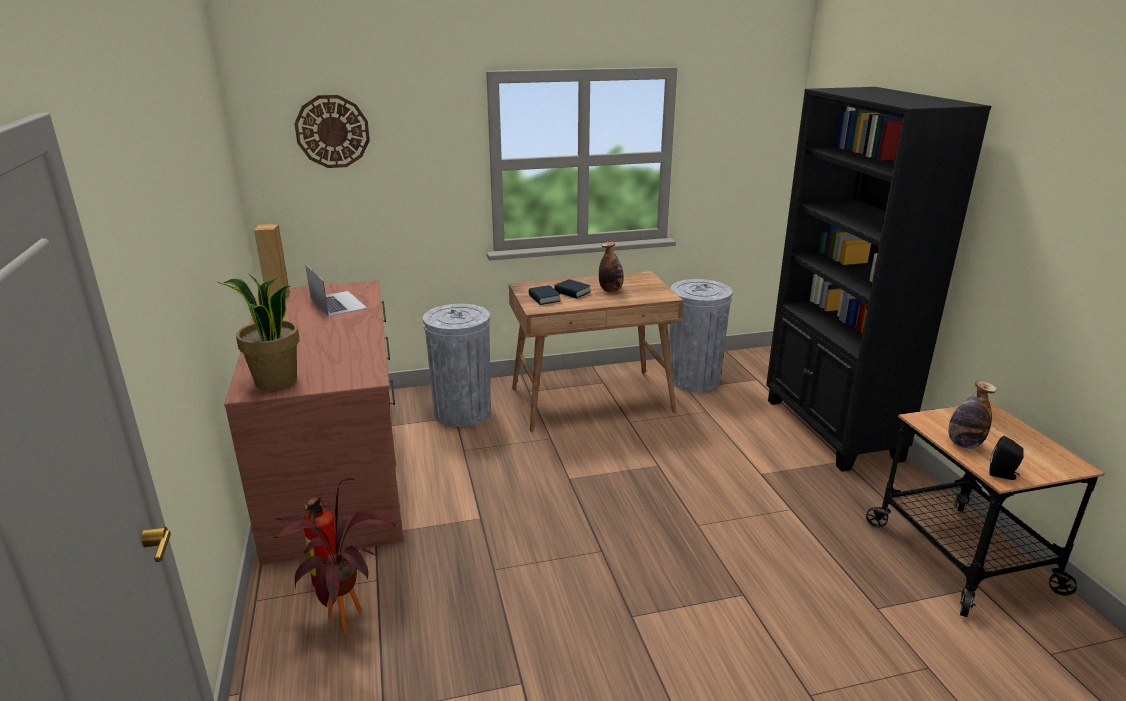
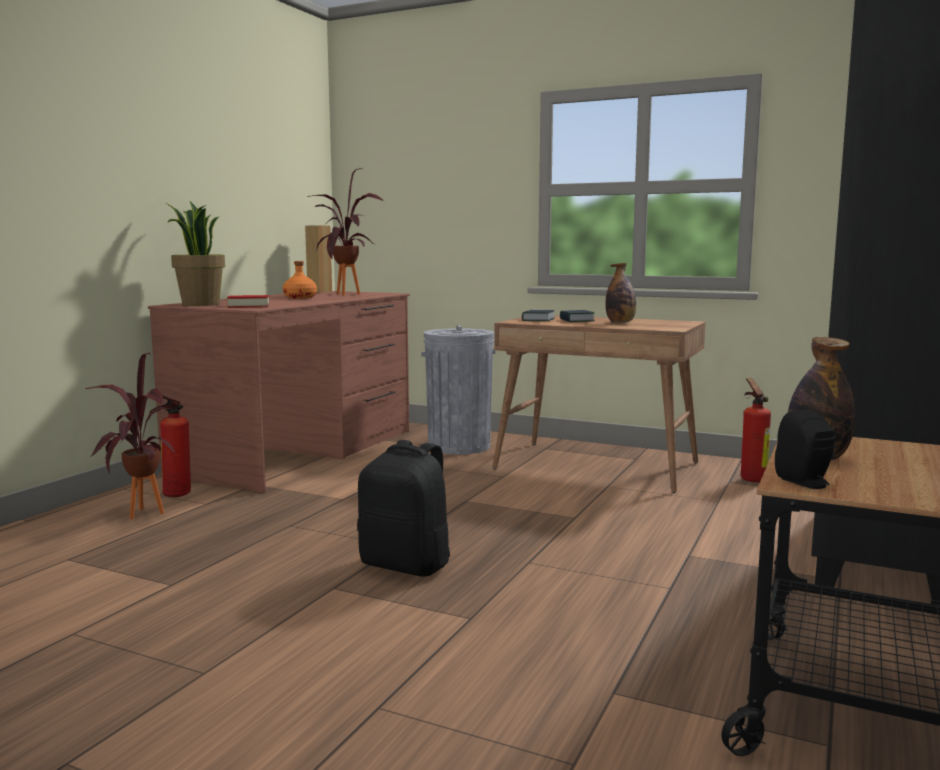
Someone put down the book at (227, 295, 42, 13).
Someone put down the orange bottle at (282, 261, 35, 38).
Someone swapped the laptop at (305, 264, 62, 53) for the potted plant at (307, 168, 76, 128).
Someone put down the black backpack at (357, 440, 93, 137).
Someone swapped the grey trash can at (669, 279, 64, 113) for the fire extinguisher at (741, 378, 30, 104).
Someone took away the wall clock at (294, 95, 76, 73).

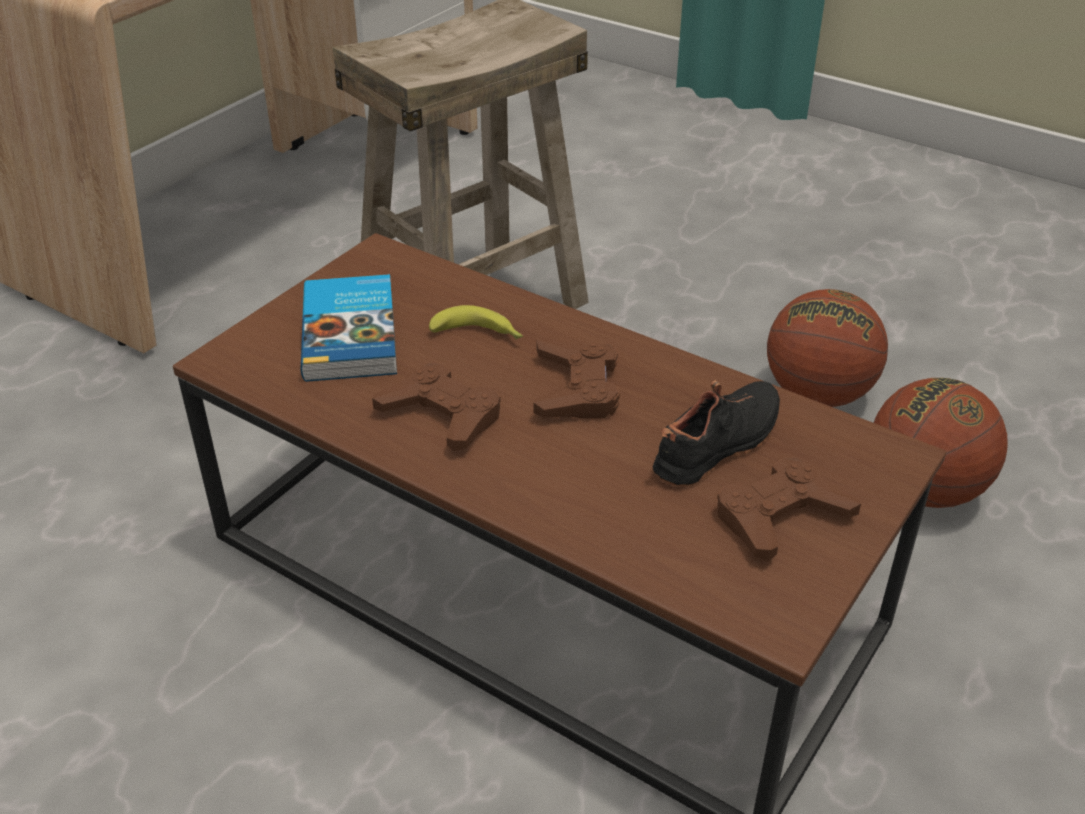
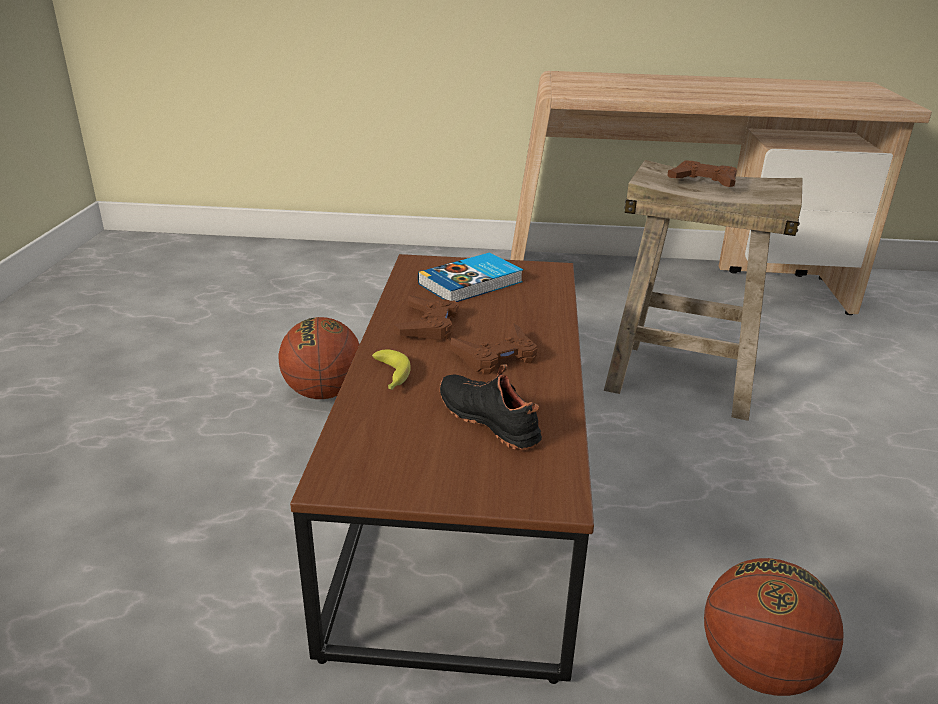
Someone carried the basketball from (767, 289, 121, 118) to (279, 317, 81, 82).
Someone carried the banana from (429, 305, 94, 34) to (372, 350, 39, 39).
Someone rotated the black shoe at (653, 380, 127, 106) by 150 degrees counterclockwise.
Someone carried the brown game controller from (717, 458, 144, 103) to (667, 161, 70, 26).

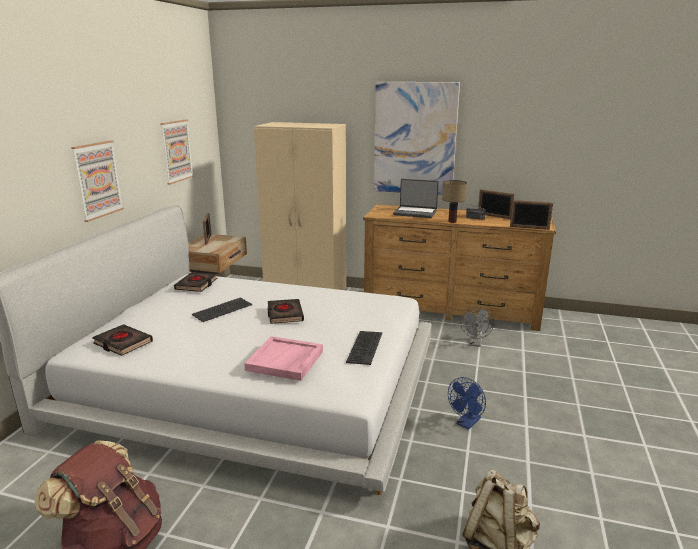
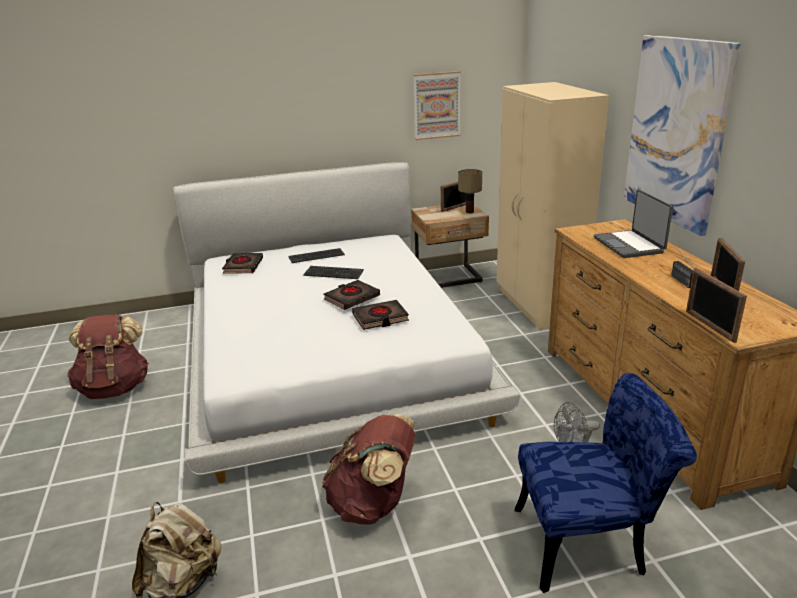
Someone carried the keyboard from (346, 331, 36, 34) to (289, 248, 56, 15).
Someone swapped the blue fan at (448, 377, 38, 53) for the brown backpack at (322, 414, 94, 110).
Someone carried the black book from (174, 272, 43, 20) to (352, 300, 57, 30).
Someone carried the table lamp from (442, 180, 25, 43) to (458, 169, 24, 44).
Someone put down the blue chair at (515, 373, 182, 220).
Someone took away the picture at (71, 140, 53, 82).
Someone took away the pink tray at (244, 336, 79, 45).

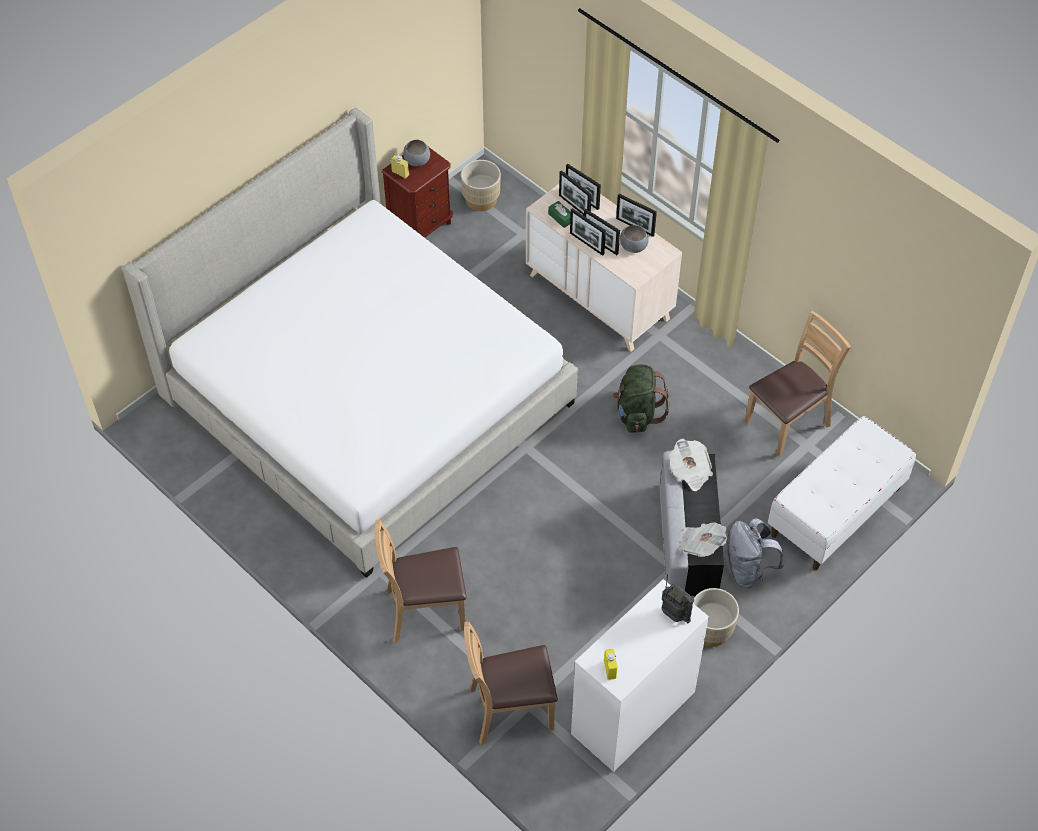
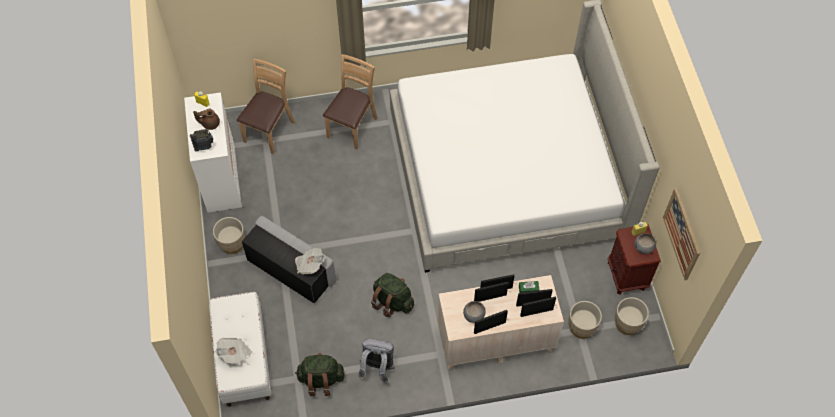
Someone put down the brown teapot at (193, 109, 27, 21).
Someone carried the newspaper from (680, 522, 47, 35) to (215, 338, 37, 26).
Someone swapped the brown chair at (744, 311, 107, 146) for the green backpack at (295, 353, 50, 43).
Someone carried the grey backpack from (724, 518, 59, 70) to (358, 338, 36, 45).
Someone put down the beige planter at (568, 301, 34, 38).
Someone put up the picture at (663, 188, 37, 92).

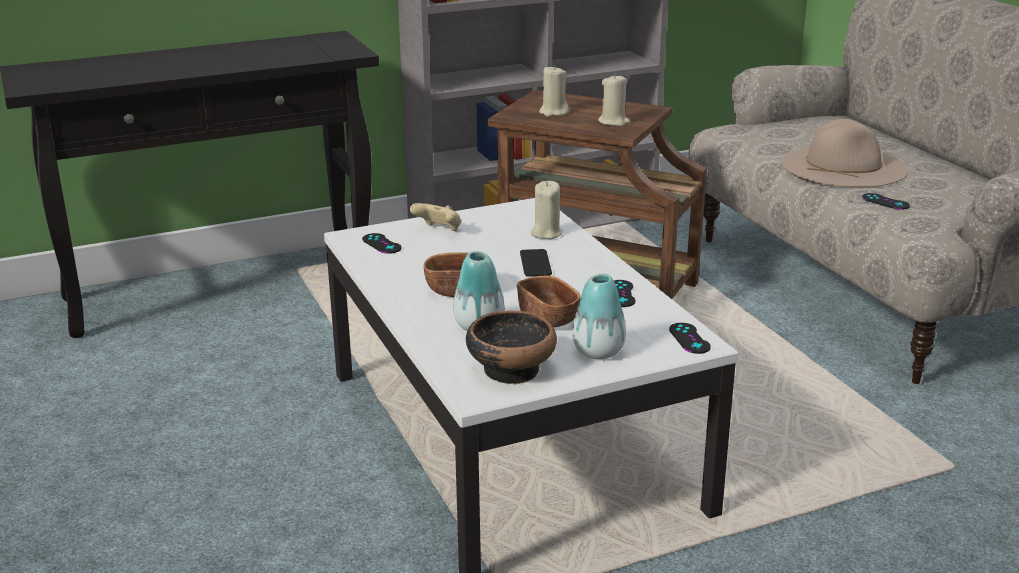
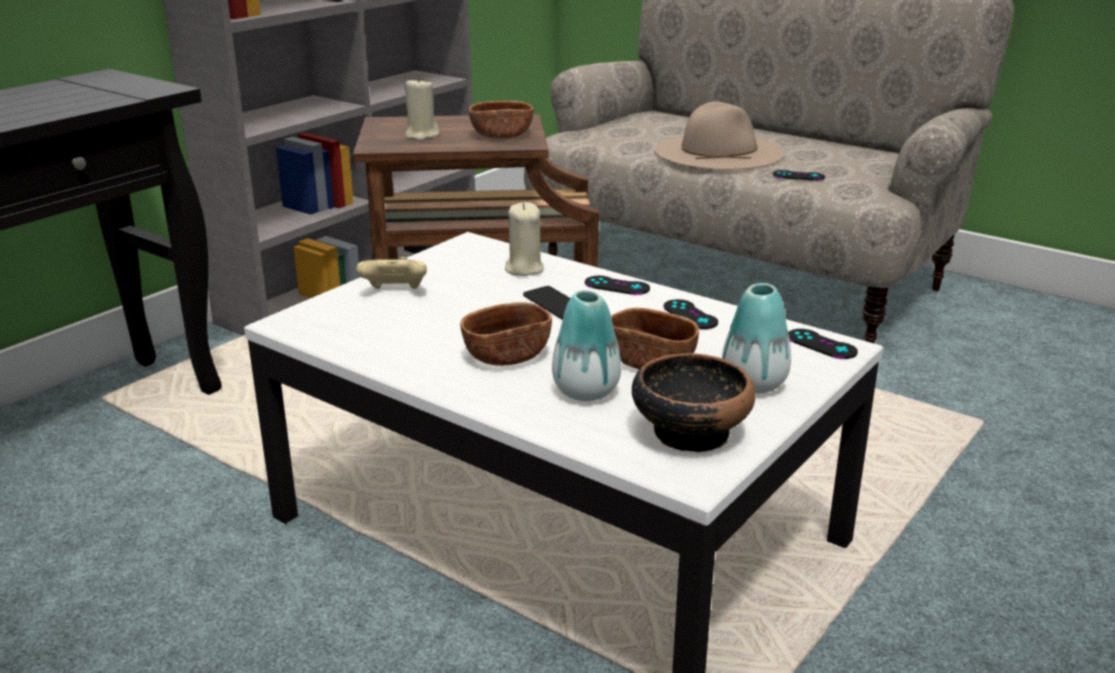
Someone swapped the beige candle at (598, 74, 32, 52) for the brown bowl at (469, 101, 65, 38).
Someone carried the black game controller from (362, 233, 40, 21) to (585, 276, 65, 19).

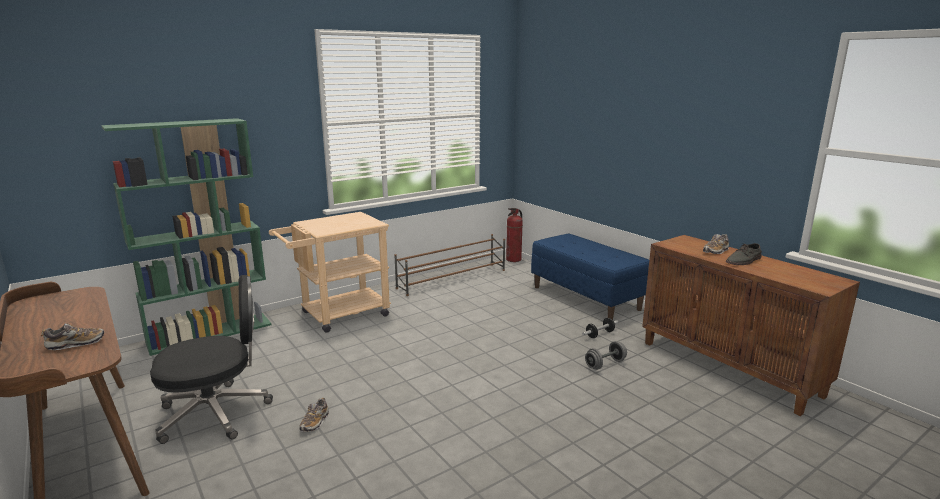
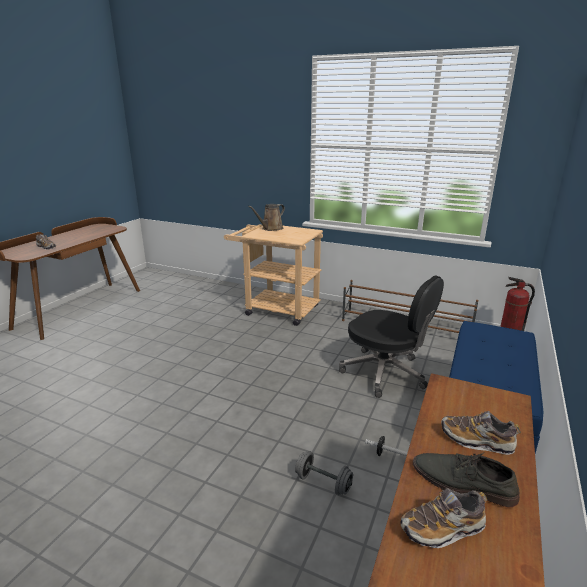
Someone put down the brown watering can at (248, 204, 37, 27).
Someone carried the black office chair from (150, 275, 123, 169) to (339, 275, 105, 123).
Someone carried the shoe from (299, 398, 30, 34) to (400, 488, 87, 60).
Someone took away the green bookcase at (101, 118, 171, 238).

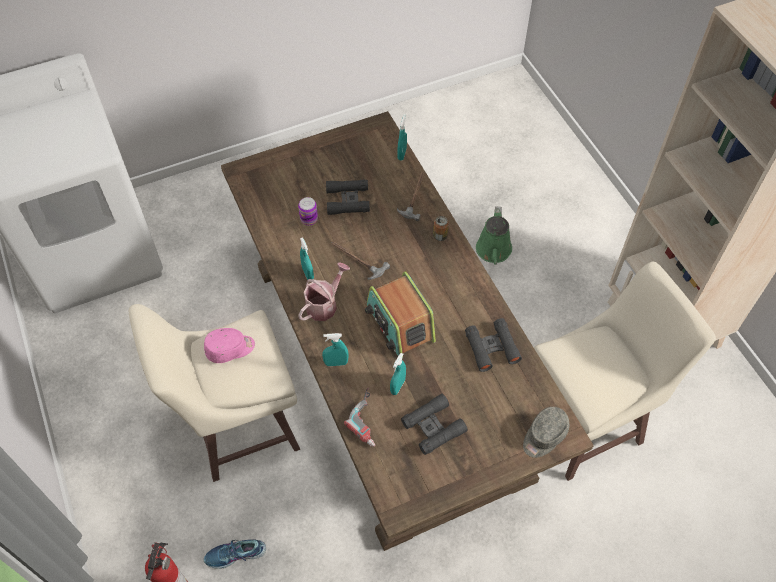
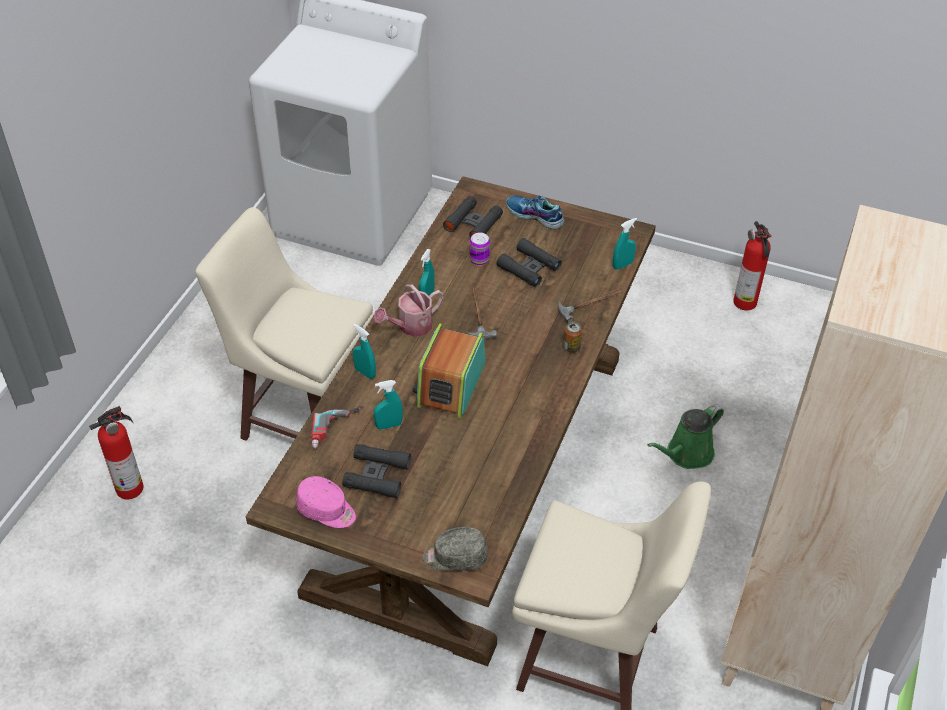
Someone carried the pink cap from (204, 328, 51, 35) to (296, 476, 60, 52).
Someone rotated the watering can at (298, 262, 52, 59) by 150 degrees clockwise.
Someone carried the black binoculars from (465, 318, 57, 54) to (443, 196, 60, 42).
Someone carried the shoe from (204, 539, 62, 30) to (506, 196, 59, 34).
Someone put down the fire extinguisher at (733, 221, 39, 89).

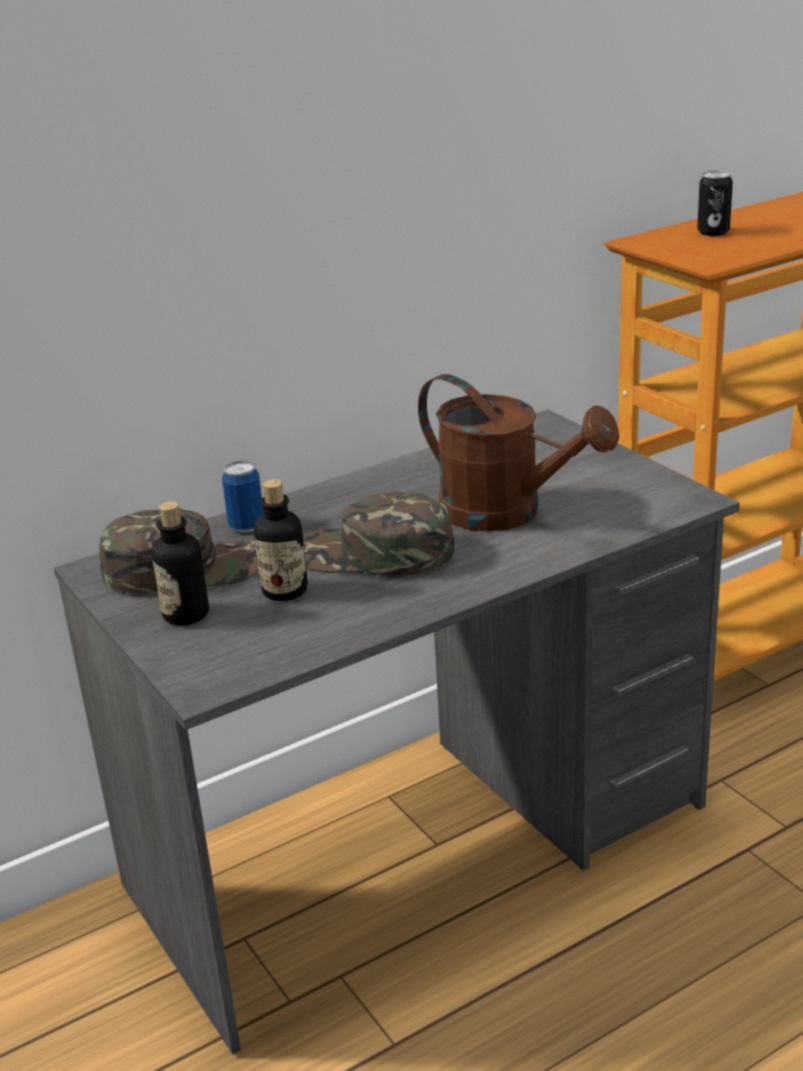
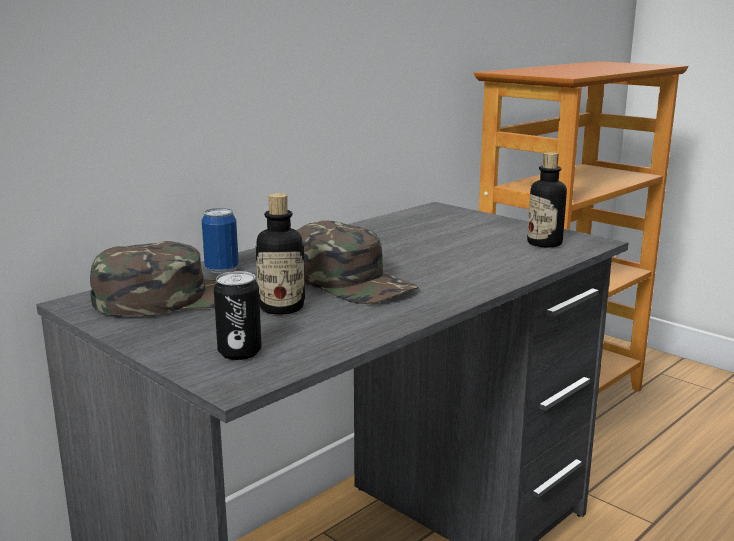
Someone carried the can from (697, 171, 36, 65) to (214, 271, 48, 89).
Someone rotated the green cap at (303, 492, 151, 84) by 135 degrees counterclockwise.
Someone carried the bottle from (151, 501, 58, 124) to (527, 152, 40, 96).
Someone took away the brown watering can at (418, 374, 201, 157).

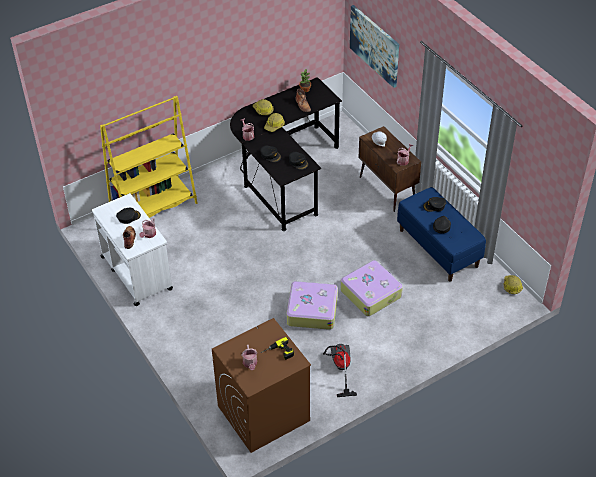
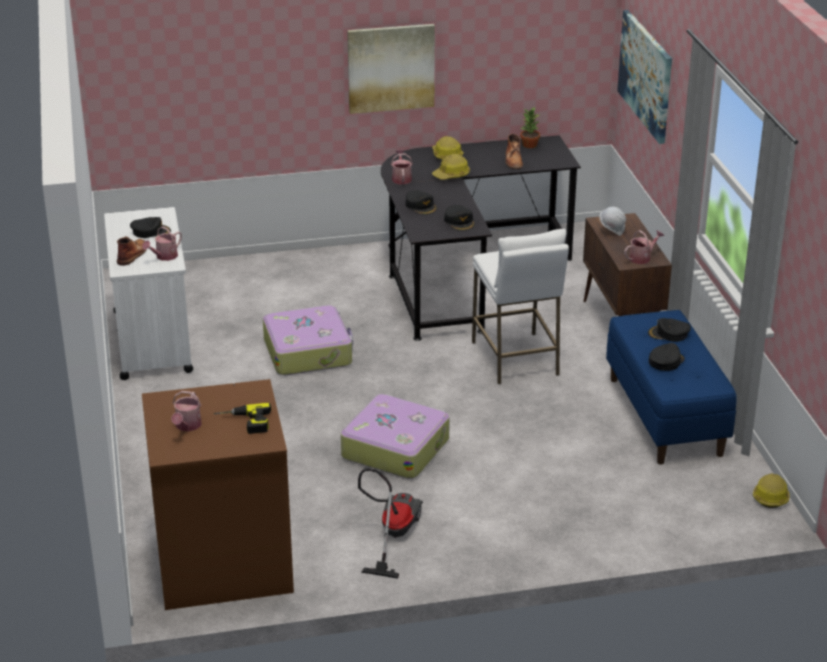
Someone carried the suitcase from (340, 260, 63, 56) to (263, 305, 90, 70).
Someone put up the picture at (347, 24, 88, 90).
Someone put down the white stool at (472, 229, 97, 155).
Someone took away the yellow bookcase at (100, 96, 98, 122).

